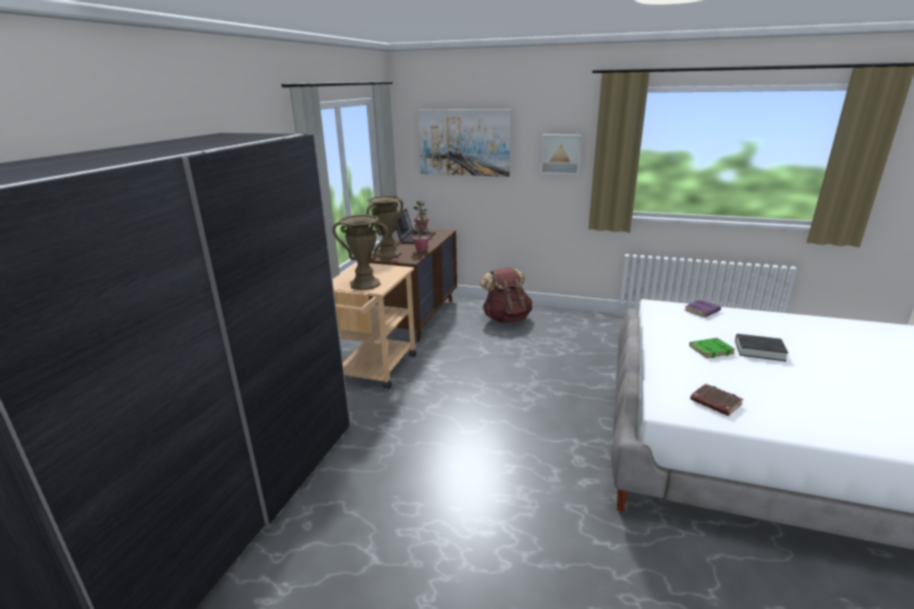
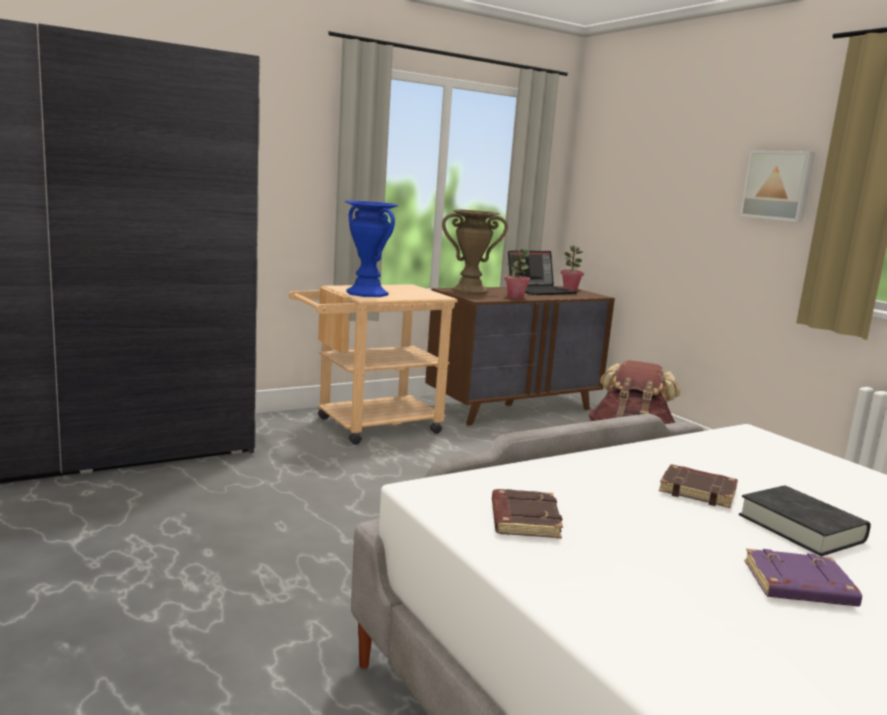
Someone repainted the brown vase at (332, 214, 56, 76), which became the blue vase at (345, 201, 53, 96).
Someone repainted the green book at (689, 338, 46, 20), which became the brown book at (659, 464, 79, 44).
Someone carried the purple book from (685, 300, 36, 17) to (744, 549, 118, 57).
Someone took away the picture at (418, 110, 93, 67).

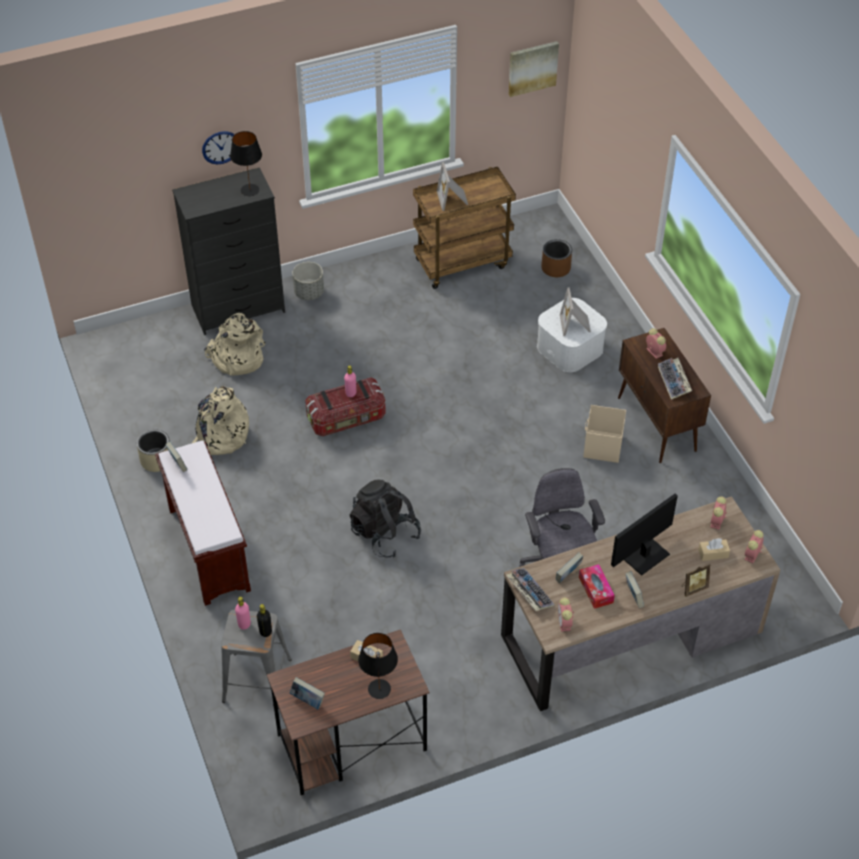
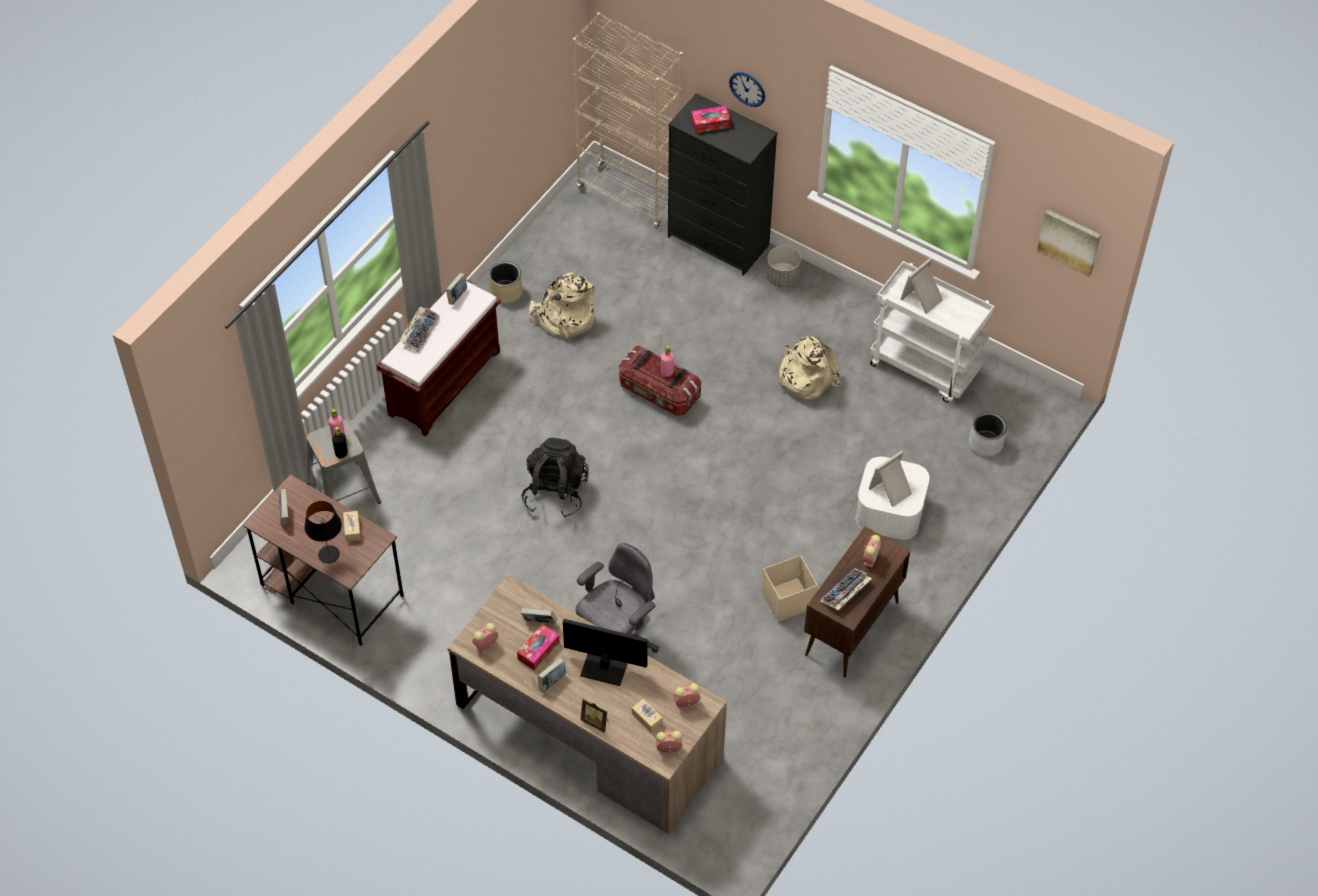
Someone carried the keyboard from (506, 568, 48, 43) to (399, 306, 41, 46).
Someone put down the beige bookcase at (573, 12, 110, 217).
Someone put down the tissue box at (691, 106, 40, 27).
Someone carried the beige backpack from (204, 313, 61, 63) to (777, 336, 64, 64).
Someone repainted the brown cart at (413, 167, 103, 122), which became the white cart at (869, 261, 125, 142).
Someone repainted the brown planter at (541, 239, 31, 38), which became the grey planter at (969, 412, 38, 45).
Someone took away the black table lamp at (230, 131, 32, 65).

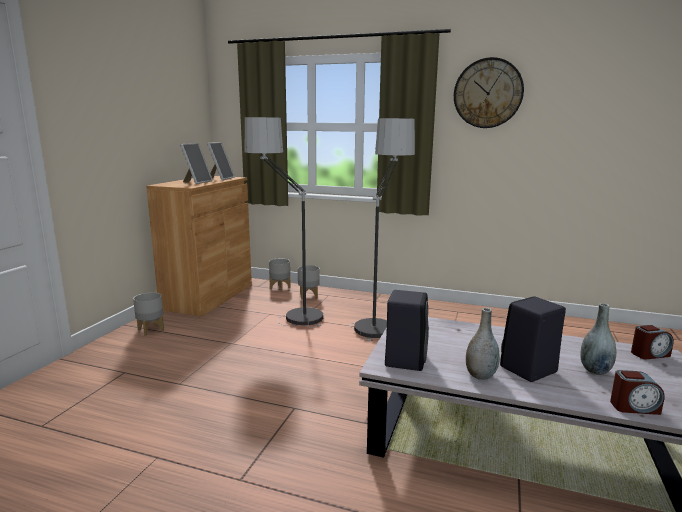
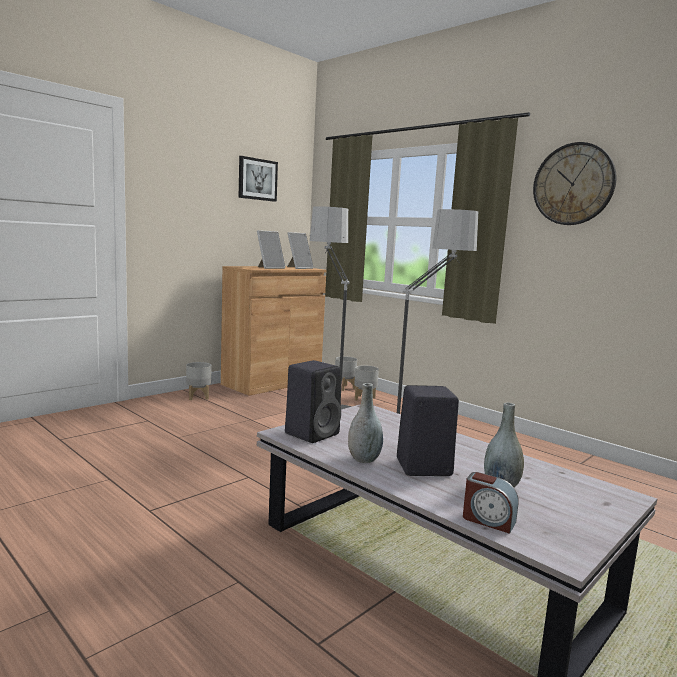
Someone put up the picture at (238, 156, 40, 46).
Someone took away the alarm clock at (631, 325, 43, 34).

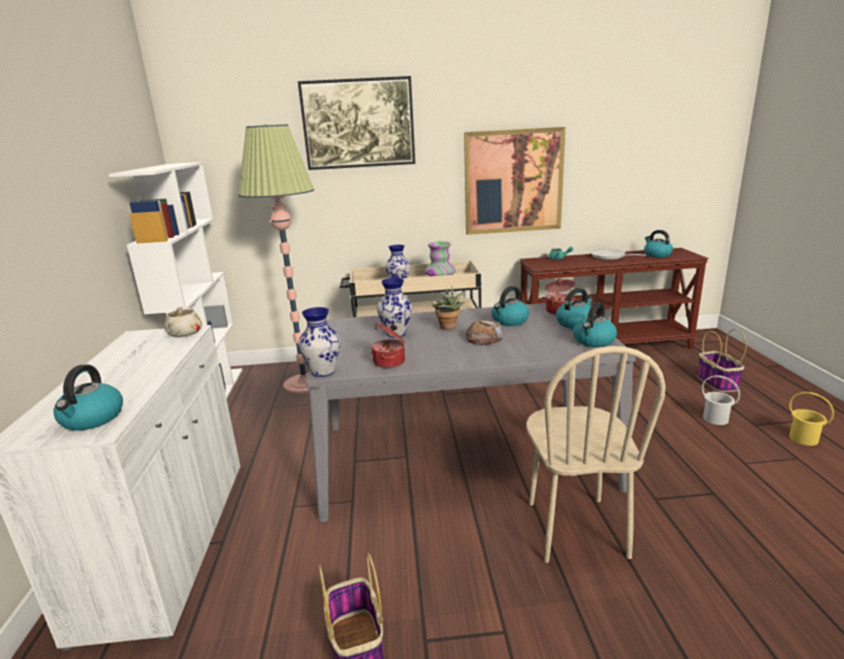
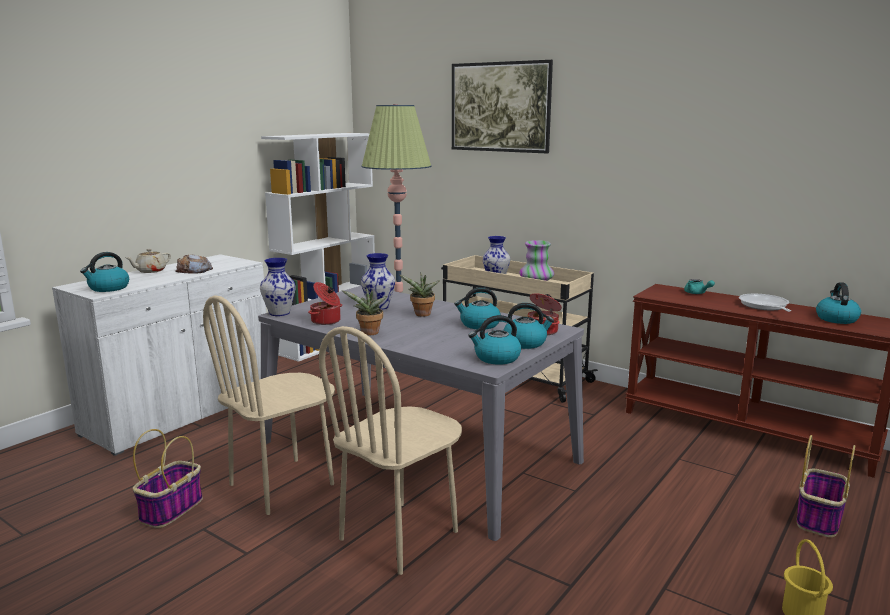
Someone carried the beige teapot from (164, 307, 38, 30) to (125, 249, 46, 24).
Someone carried the bread from (465, 320, 38, 25) to (175, 254, 38, 20).
Someone put down the beige chair at (203, 295, 132, 220).
Someone put down the potted plant at (342, 287, 46, 48).
Someone took away the picture at (464, 127, 101, 108).
Someone took away the white bucket at (702, 375, 38, 50).

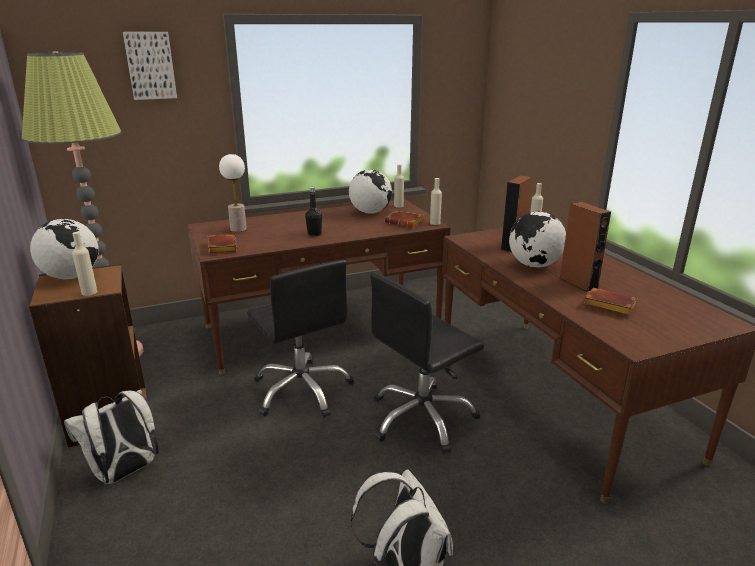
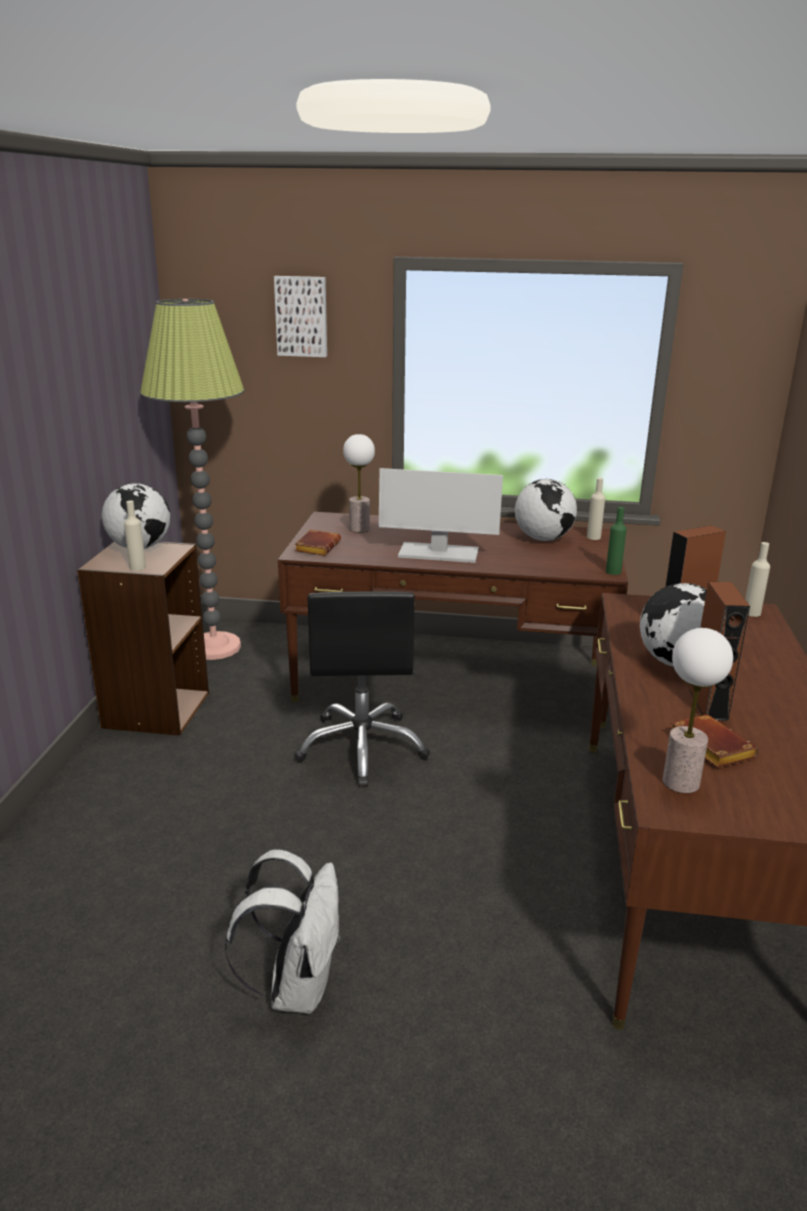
Someone swapped the black bottle at (305, 187, 17, 49) for the monitor at (379, 468, 124, 95).
Someone repainted the beige bottle at (430, 178, 12, 47), which became the green bottle at (606, 507, 21, 68).
Someone put down the table lamp at (663, 628, 70, 165).
Someone took away the white backpack at (64, 390, 95, 94).
Someone took away the black office chair at (370, 273, 114, 181).
Someone took away the brown book at (385, 211, 39, 17).

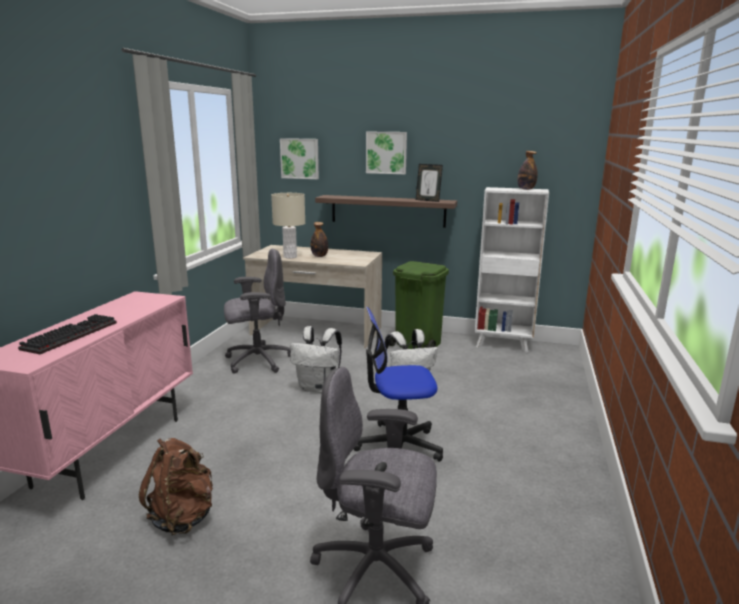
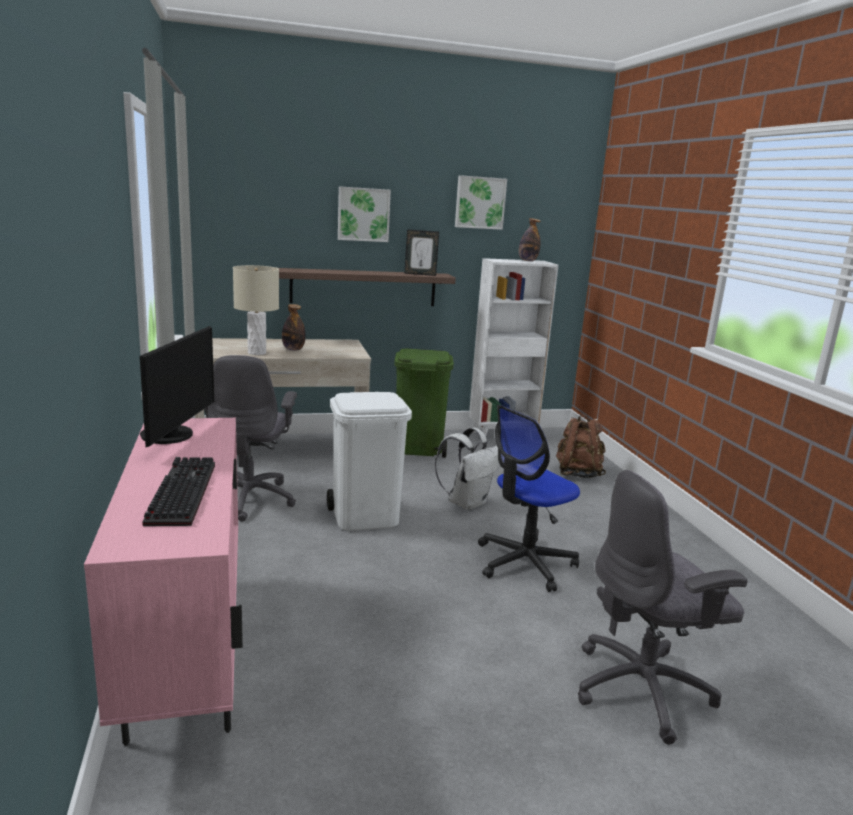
Someone put down the monitor at (140, 326, 74, 121).
Someone rotated the grey office chair at (224, 249, 66, 125) by 135 degrees clockwise.
Someone swapped the white backpack at (290, 326, 52, 67) for the white trash can at (327, 392, 85, 139).
Someone carried the picture from (280, 138, 39, 41) to (455, 175, 52, 55).
Someone carried the brown backpack from (139, 438, 74, 97) to (556, 414, 50, 64).

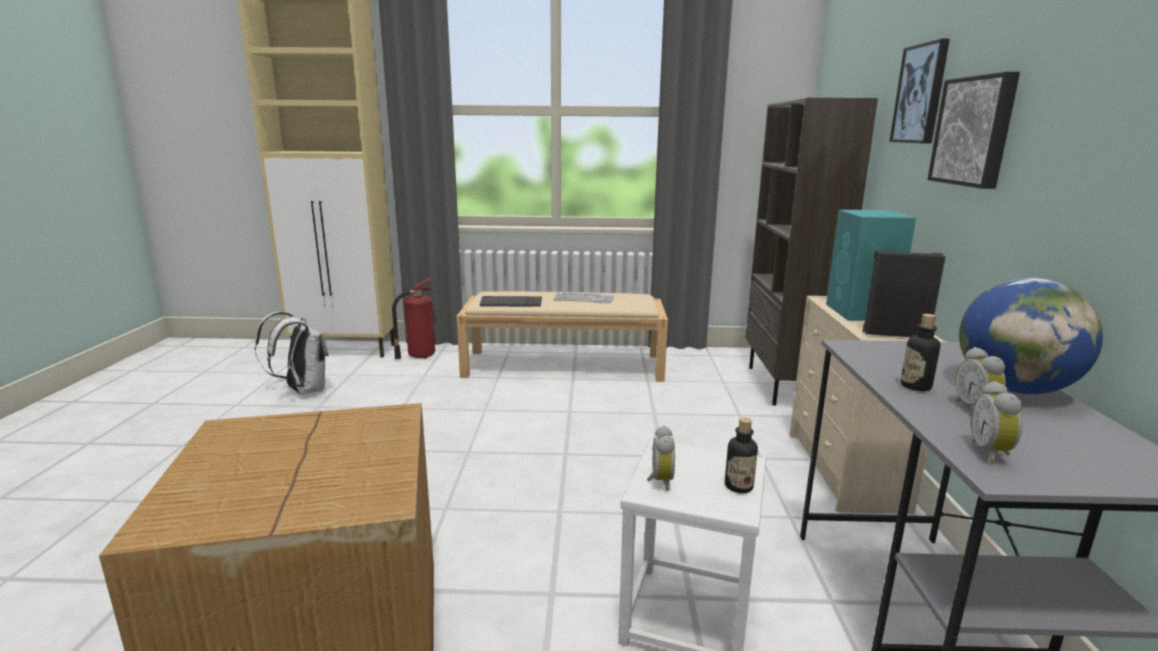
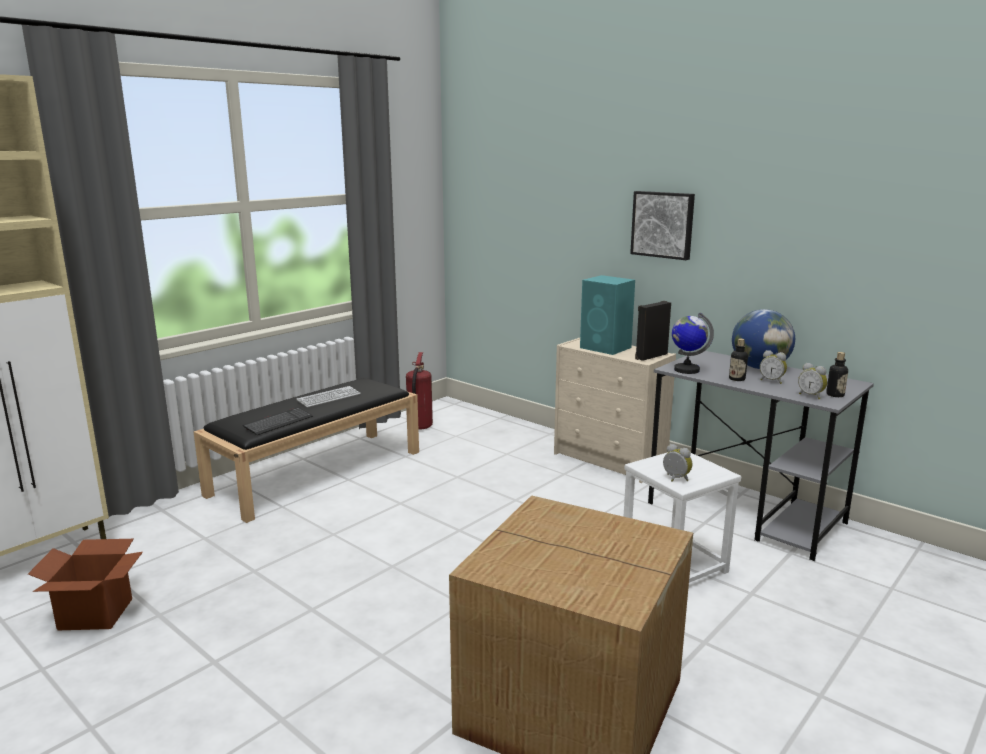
Someone swapped the white backpack at (255, 312, 74, 83) for the cardboard box at (28, 539, 115, 91).
Someone repainted the beige bench at (456, 291, 212, 91), which became the black bench at (194, 378, 225, 145).
Someone carried the fire extinguisher from (392, 278, 44, 81) to (406, 352, 27, 78).
Someone put down the globe at (672, 313, 42, 61).
Someone carried the bottle from (725, 417, 33, 76) to (826, 352, 22, 45).
Someone took away the brown bookcase at (745, 98, 133, 308).
Someone took away the picture at (889, 39, 61, 105).

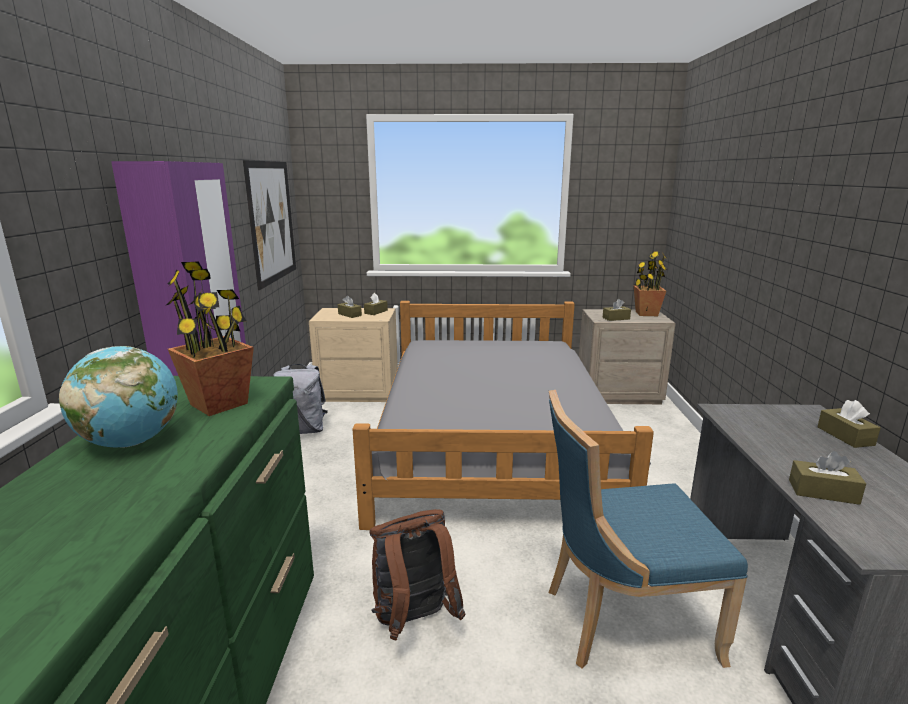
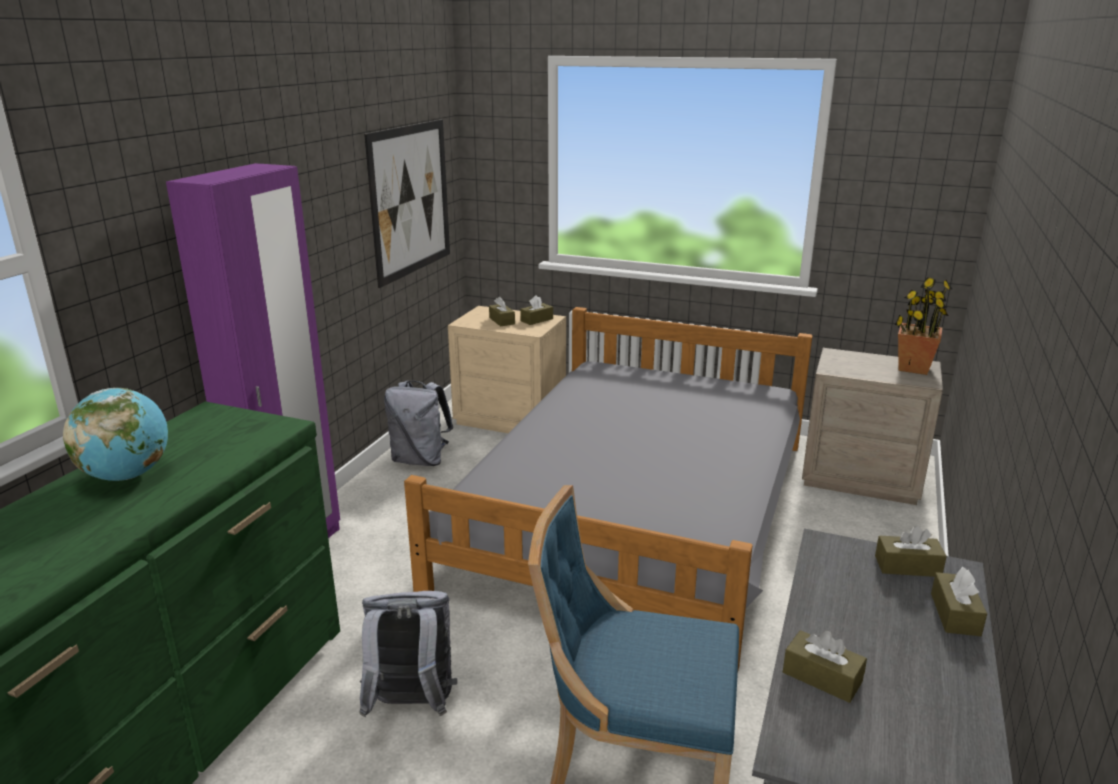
Someone repainted the brown backpack at (370, 509, 96, 131), which became the grey backpack at (360, 591, 97, 127).
Someone carried the brown tissue box from (602, 299, 29, 22) to (875, 526, 72, 51).
Someone took away the potted plant at (165, 261, 89, 155).

